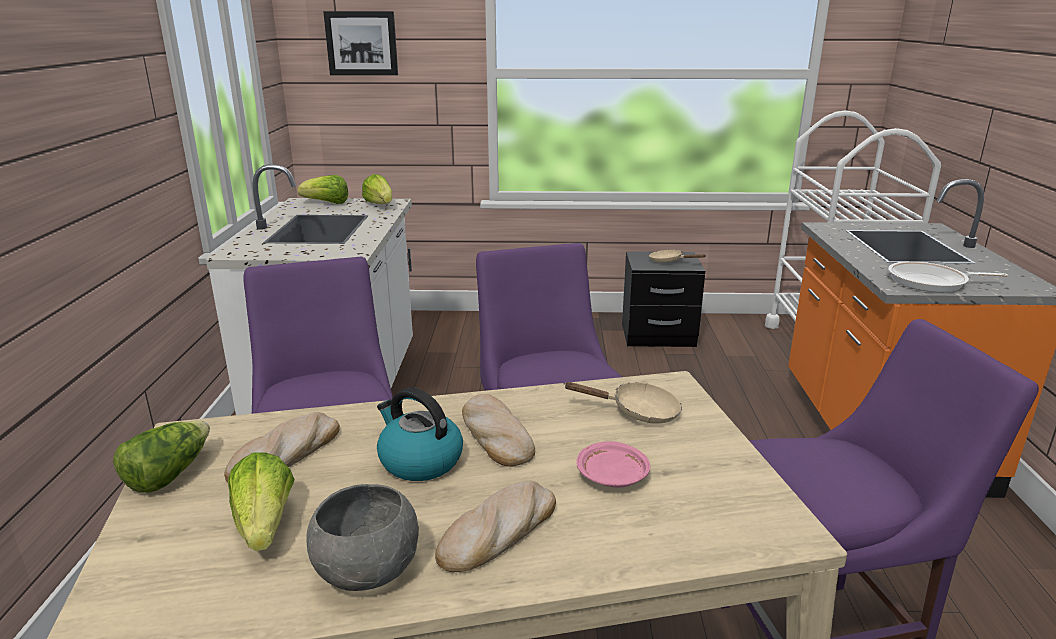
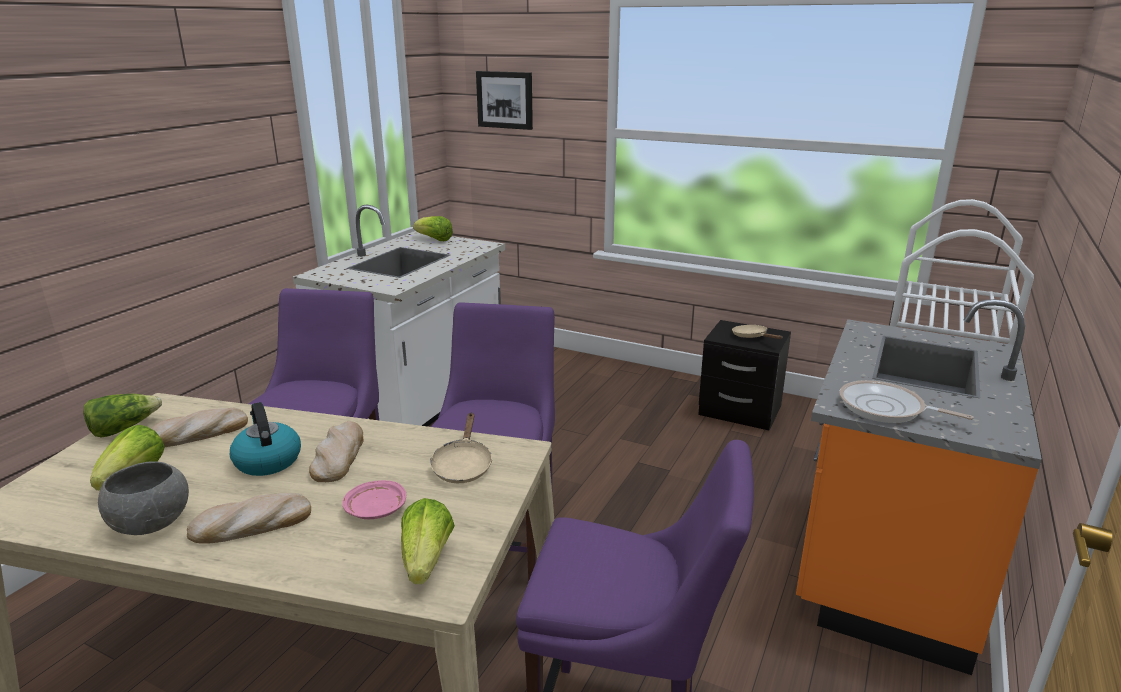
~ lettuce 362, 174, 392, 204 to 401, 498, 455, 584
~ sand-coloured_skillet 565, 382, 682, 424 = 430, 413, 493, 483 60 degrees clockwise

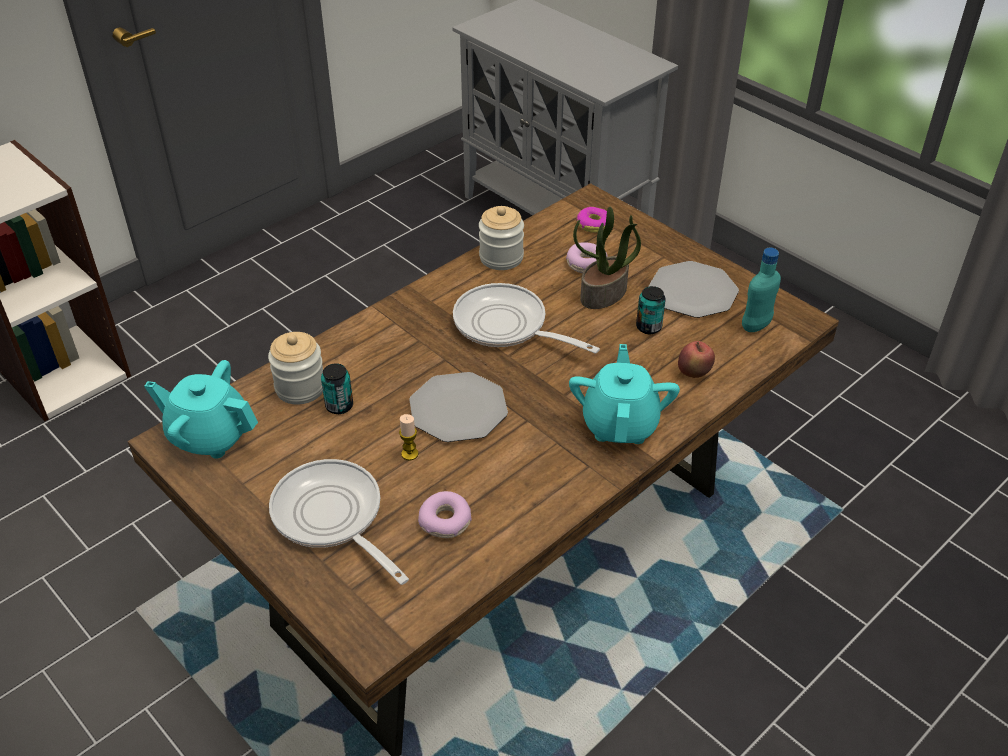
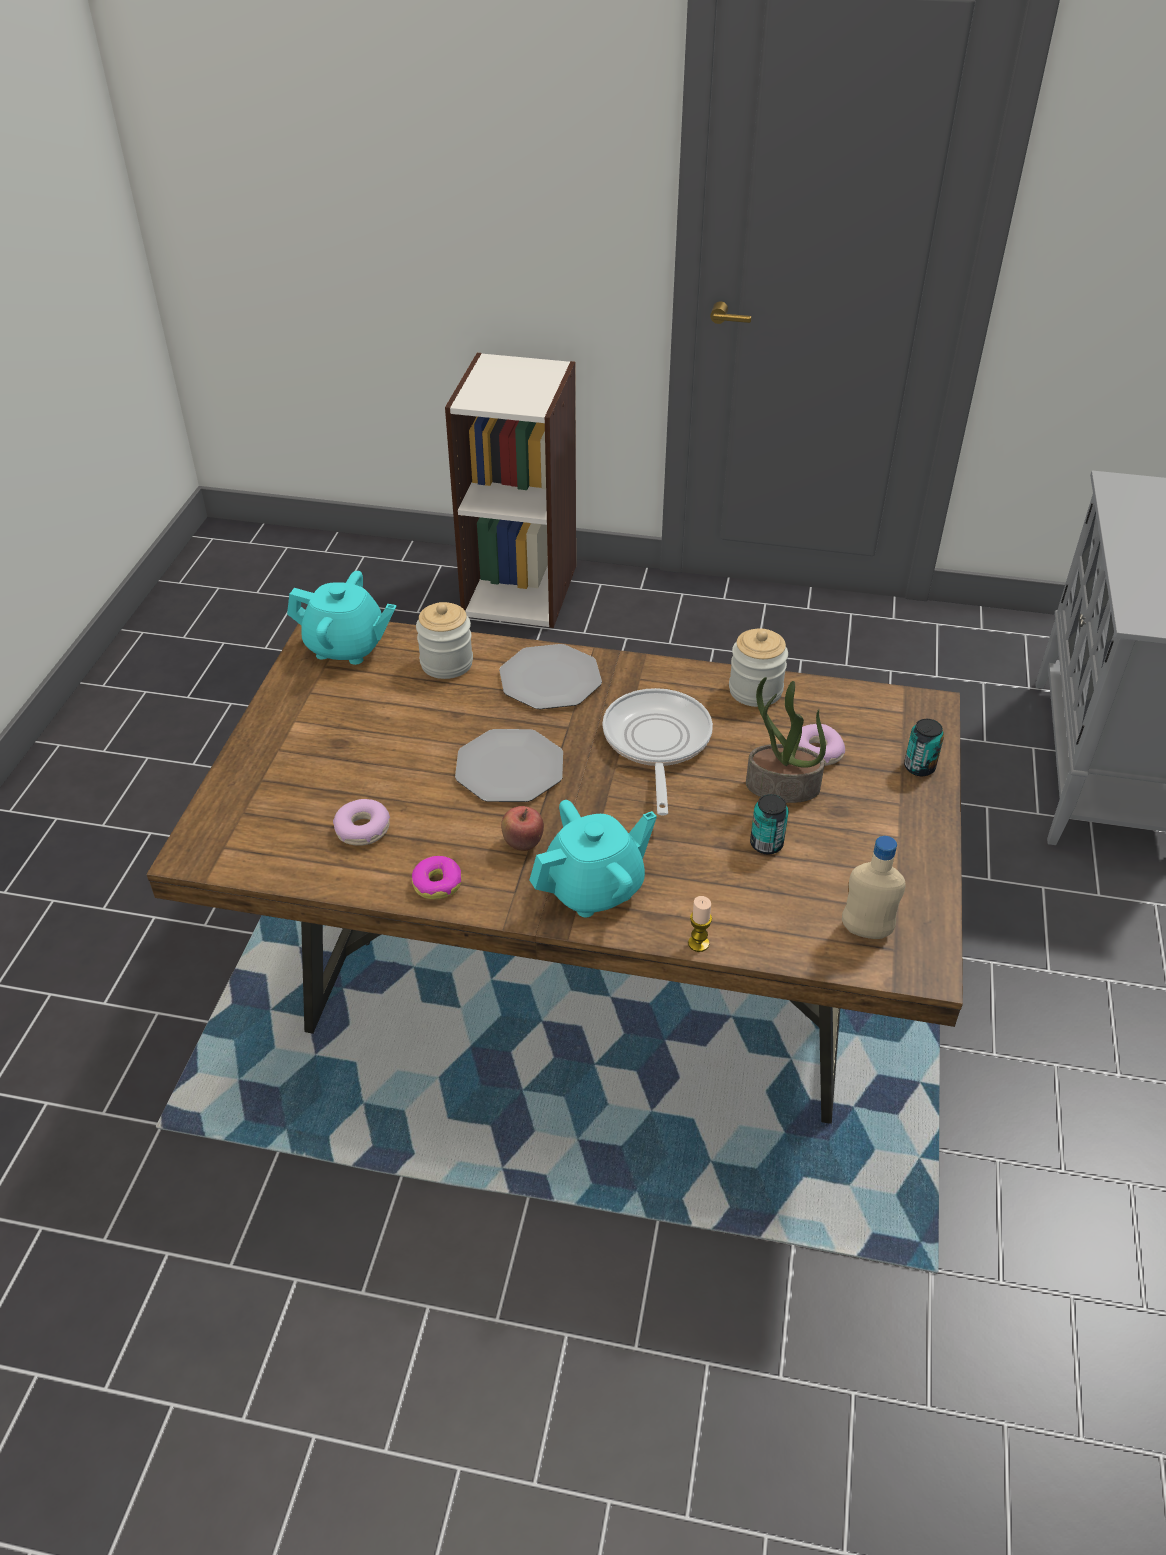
~ blue-green_teapot 144, 360, 258, 459 = 287, 571, 397, 665 120 degrees clockwise
- skillet 269, 459, 409, 585
~ can 321, 363, 353, 414 to 904, 719, 944, 776
~ wax_light 399, 414, 419, 461 to 688, 896, 712, 952
~ ring_doughnut 576, 207, 607, 233 to 412, 856, 461, 899
~ flat_dish 649, 261, 739, 318 to 499, 644, 602, 709
~ apple_fruit 678, 341, 715, 378 to 501, 806, 544, 851
~ blue-green_bottle 742, 248, 781, 332 to sand-coloured_bottle 842, 836, 906, 939

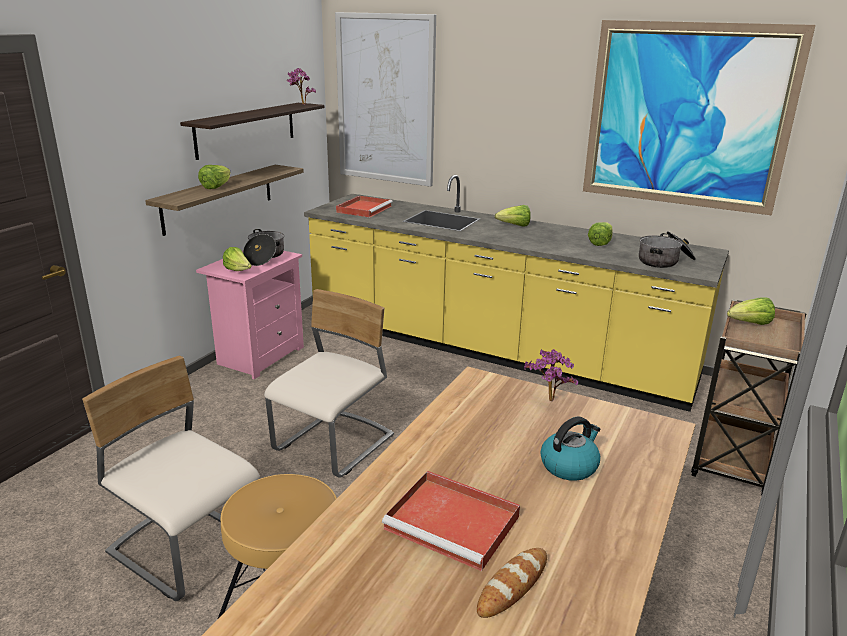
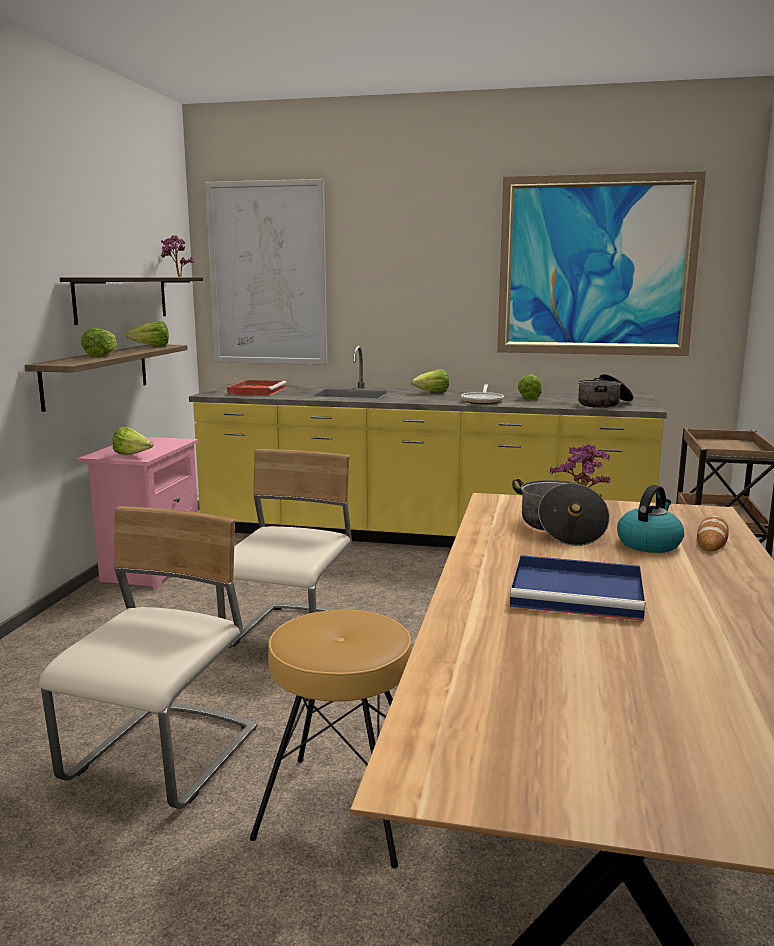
~ sand-coloured_upright_chair 82, 356, 260, 601 = 39, 506, 257, 809 90 degrees clockwise
~ stockpot 243, 229, 284, 266 to 512, 479, 610, 546
~ reddish_carrying_tray 382, 471, 520, 571 to blue_carrying_tray 510, 555, 645, 621
~ baked_bread 477, 548, 547, 618 to 697, 515, 729, 551
~ lettuce 727, 297, 775, 325 to 125, 321, 169, 346
+ skillet 461, 384, 504, 404

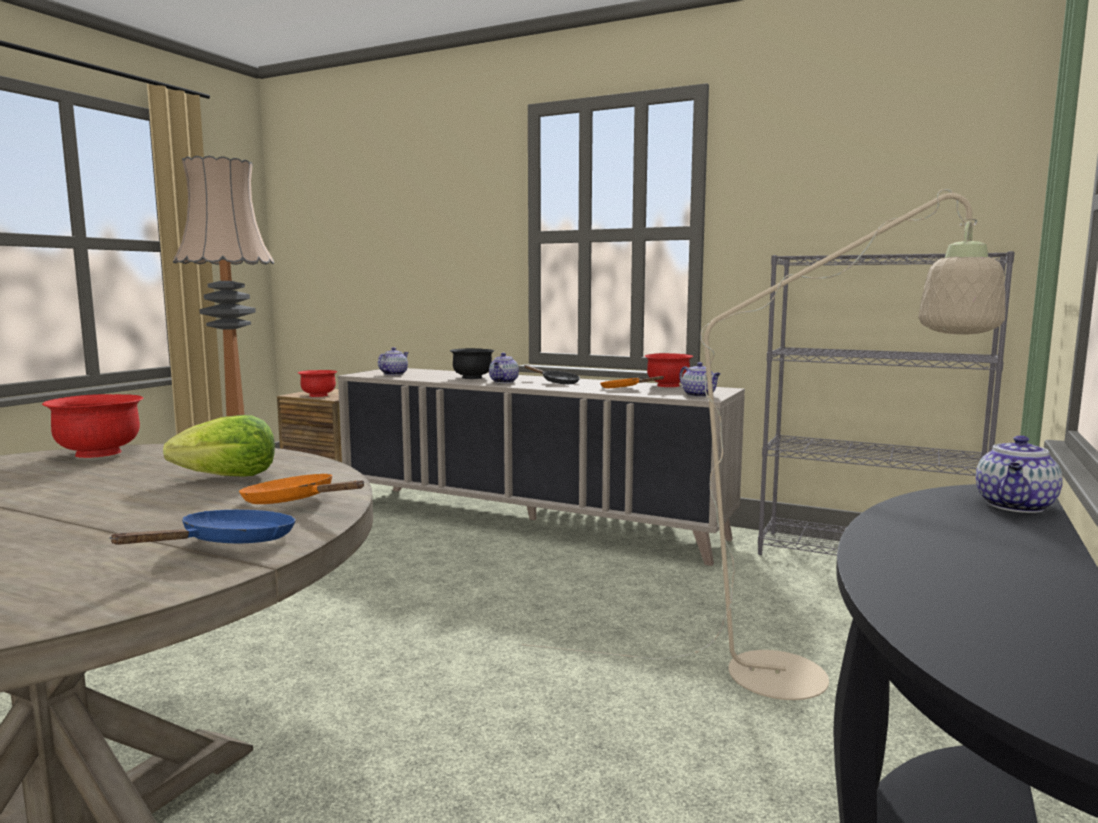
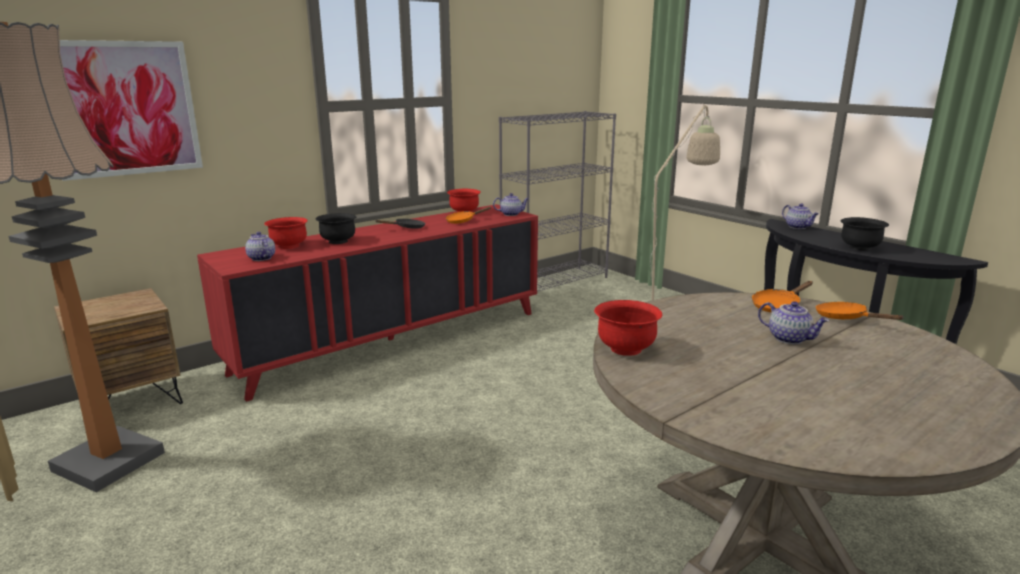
~ blue_skillet 109, 510, 296, 545 to orange-coloured_skillet 816, 302, 905, 320
- lettuce 163, 415, 275, 477
~ reddish_deep_dish 298, 370, 337, 397 to 264, 217, 308, 249
~ sand-coloured_storage_cabinet 338, 368, 745, 566 to reddish_storage_cabinet 197, 204, 538, 402
~ teapot 489, 353, 519, 383 to 758, 301, 829, 344
+ wall_art 60, 40, 203, 181
+ black-coloured_deep_dish 841, 217, 889, 251

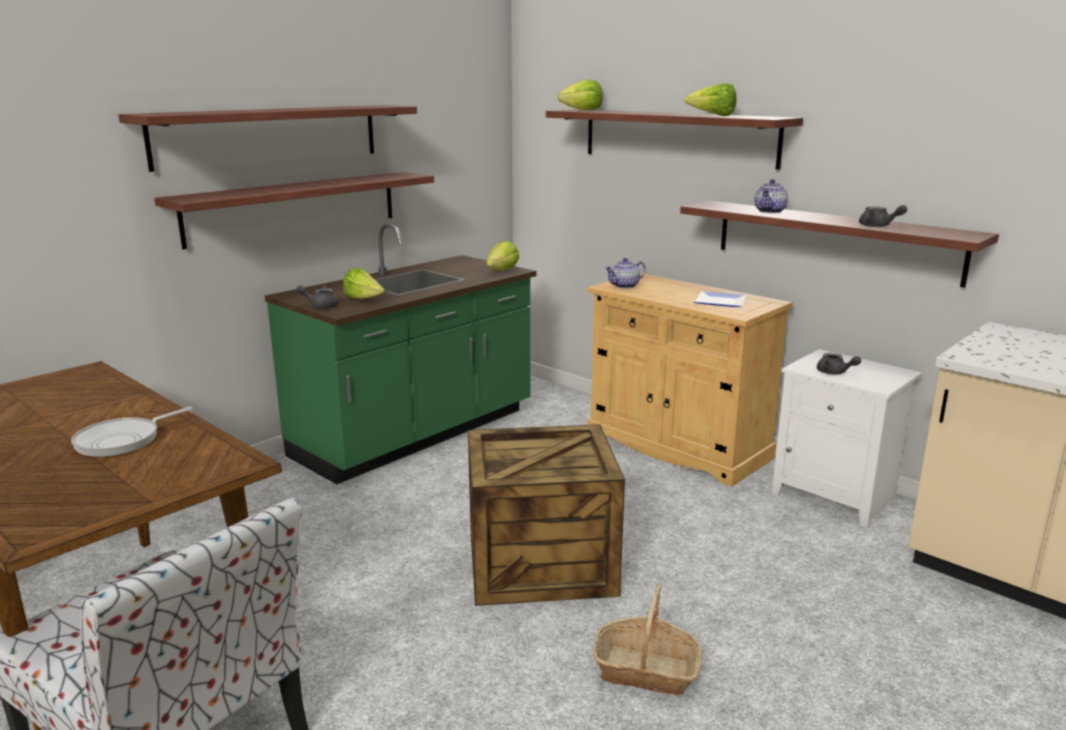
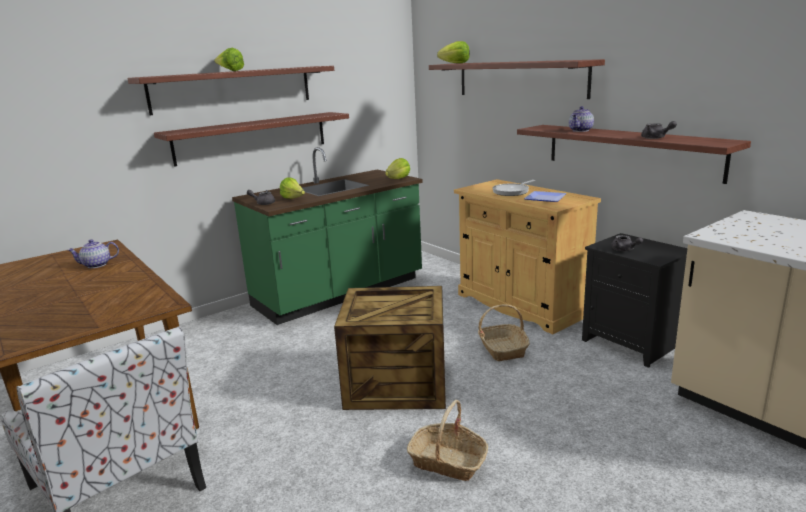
~ skillet 71, 407, 193, 457 to 493, 180, 535, 196
~ teapot 605, 258, 646, 289 to 68, 239, 119, 268
~ lettuce 684, 83, 737, 116 to 214, 48, 244, 71
~ white_bedside_table 772, 349, 922, 528 to black-coloured_bedside_table 582, 233, 688, 368
+ household_basket 478, 305, 530, 361

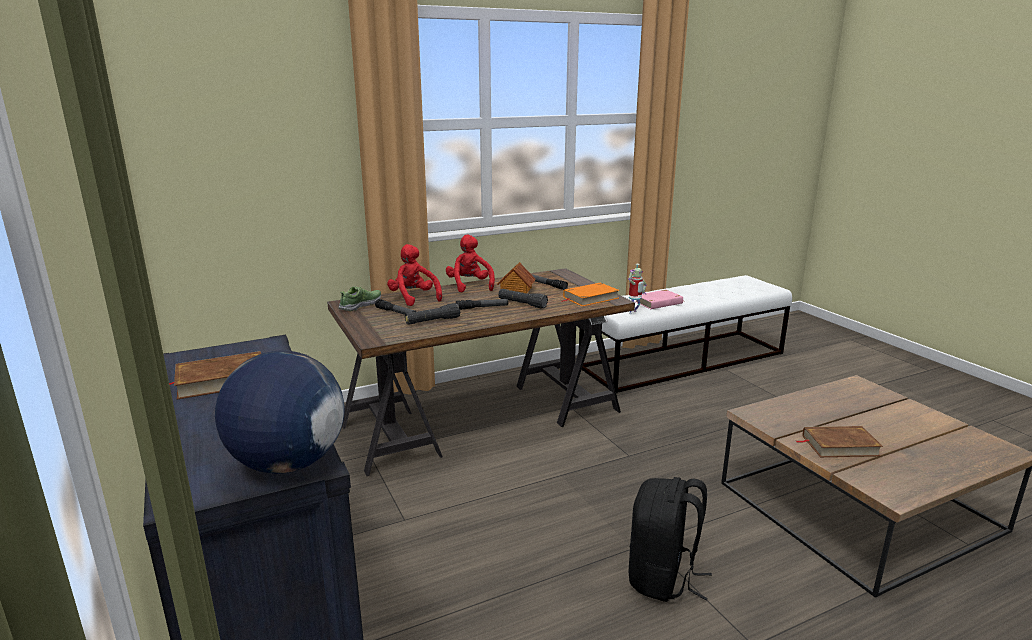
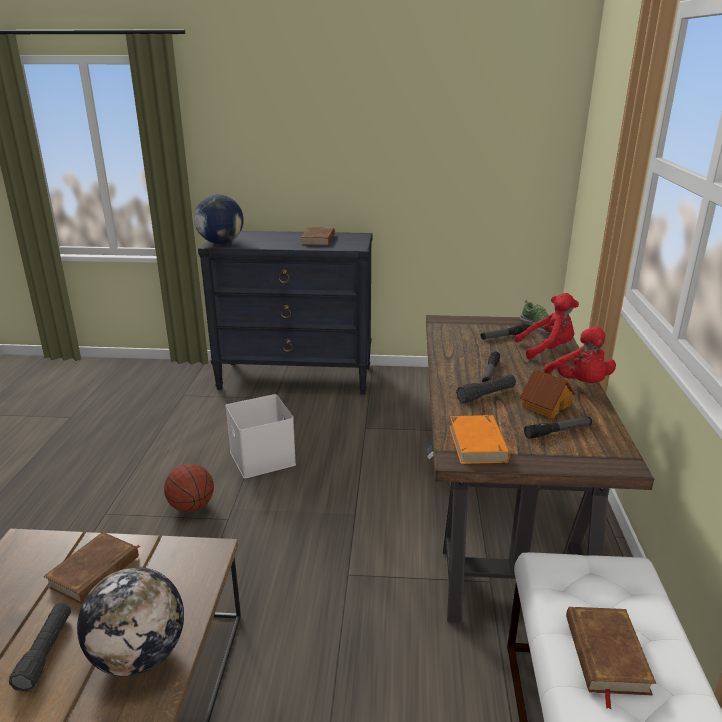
~ black-coloured_flashlight 405, 303, 460, 325 to 9, 603, 71, 692
~ reddish_cuddly_toy 446, 235, 495, 293 = 544, 327, 616, 383 60 degrees clockwise
- model_robot 628, 264, 647, 314
~ black-coloured_rucksack 629, 477, 712, 602 to basketball_ball 164, 463, 214, 513
~ pinkish_volume 635, 290, 684, 309 to brown_volume 566, 607, 656, 709
+ desk_globe 77, 567, 184, 676
+ white_storage_bin 225, 394, 296, 478

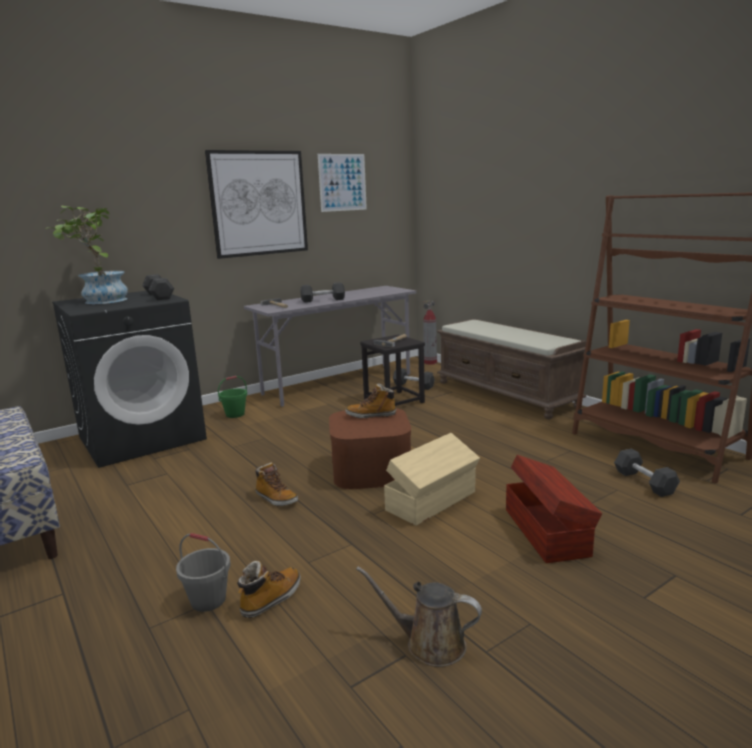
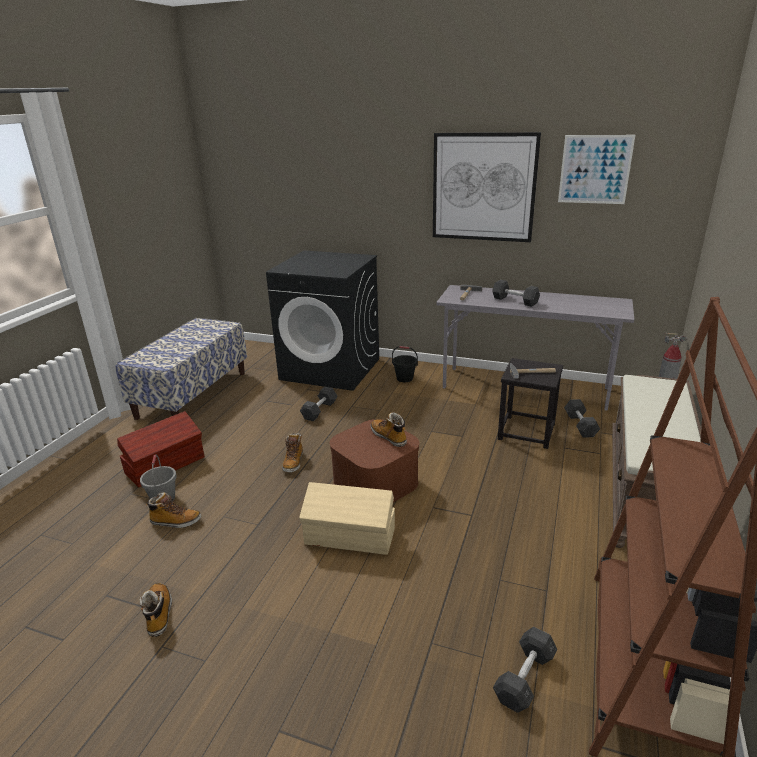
- potted_plant 48, 206, 128, 304
~ greyish_free_weight 142, 274, 174, 300 to 300, 387, 338, 421
~ green_pail 218, 376, 247, 418 to black-coloured_pail 392, 346, 418, 382
~ brown_watering_pot 356, 567, 482, 667 to tall_boot 140, 583, 172, 637
~ brown_storage_bin 506, 455, 602, 563 to 117, 411, 204, 487

